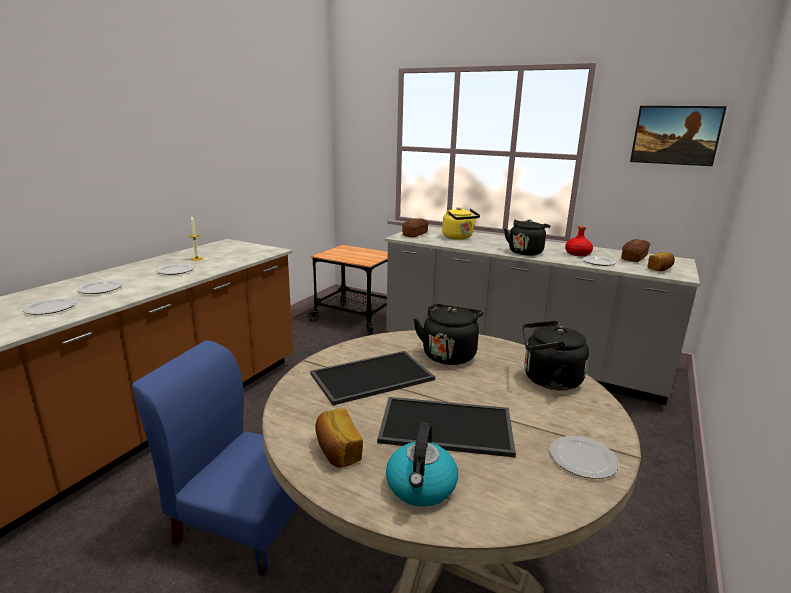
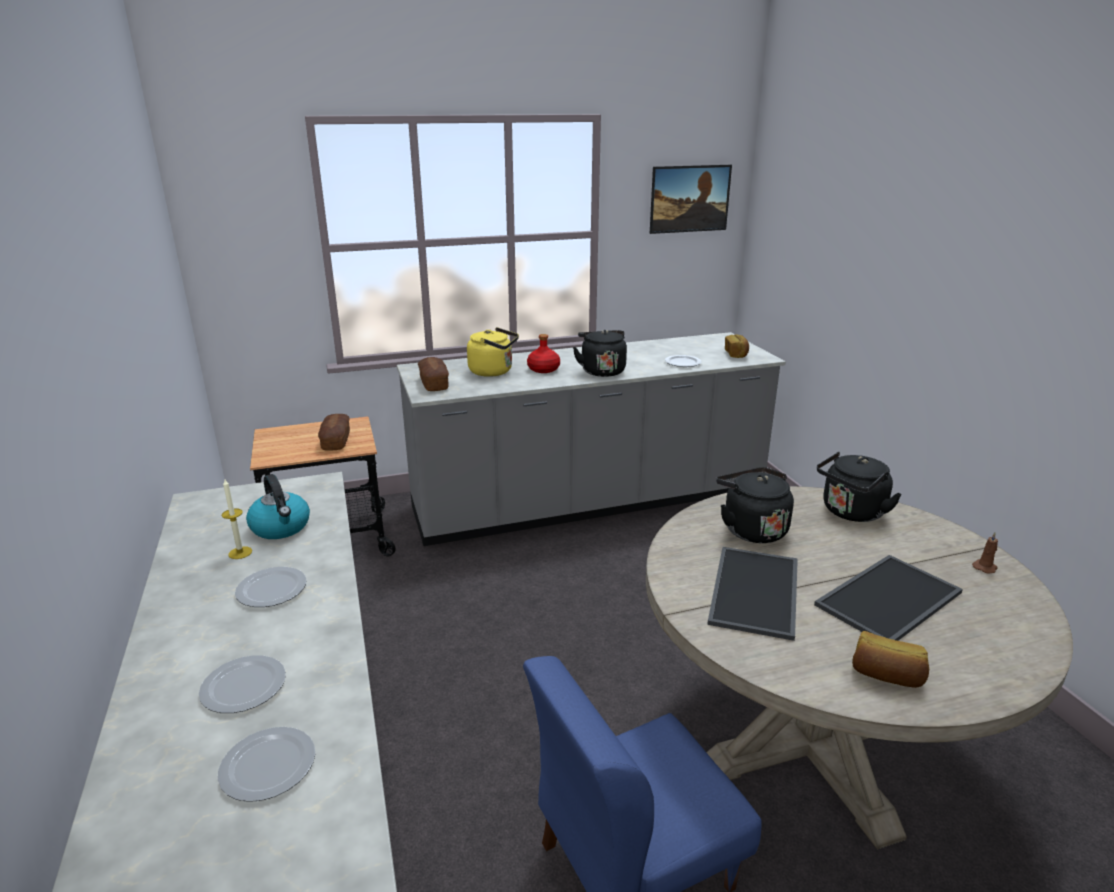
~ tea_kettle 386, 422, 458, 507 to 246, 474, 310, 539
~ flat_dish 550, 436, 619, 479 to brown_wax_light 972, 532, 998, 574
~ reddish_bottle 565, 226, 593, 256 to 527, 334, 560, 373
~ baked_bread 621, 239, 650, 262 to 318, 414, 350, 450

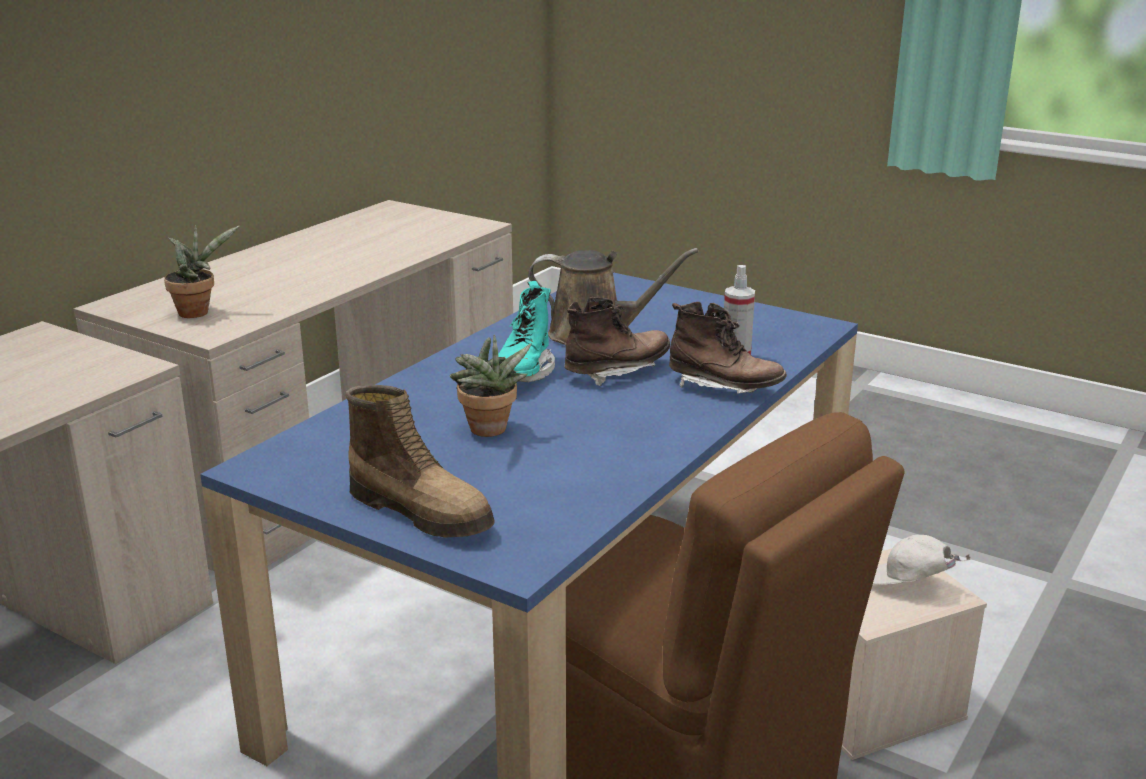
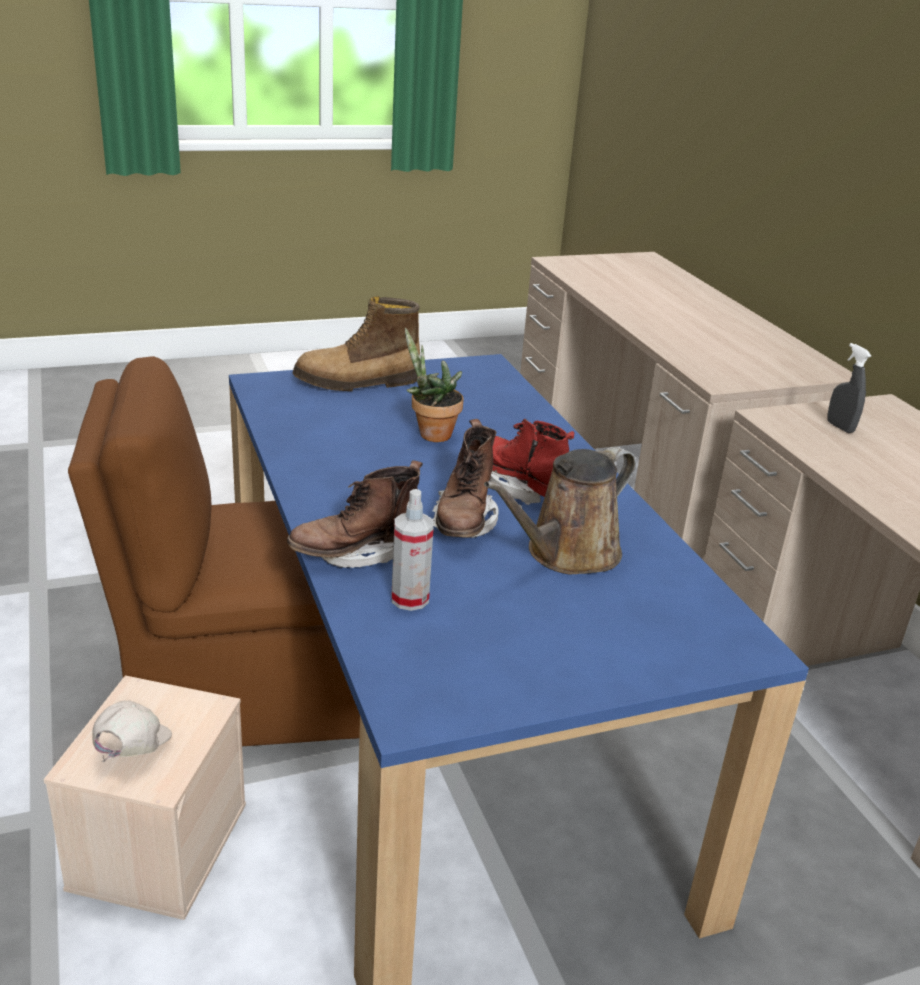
~ potted_plant 164, 225, 239, 318 to greyish_spray_bottle 827, 343, 871, 433
~ blue-green_tall_boot 498, 281, 555, 382 to reddish_tall_boot 490, 419, 574, 505
~ white_cap 873, 535, 971, 585 = 92, 700, 172, 762 45 degrees counterclockwise

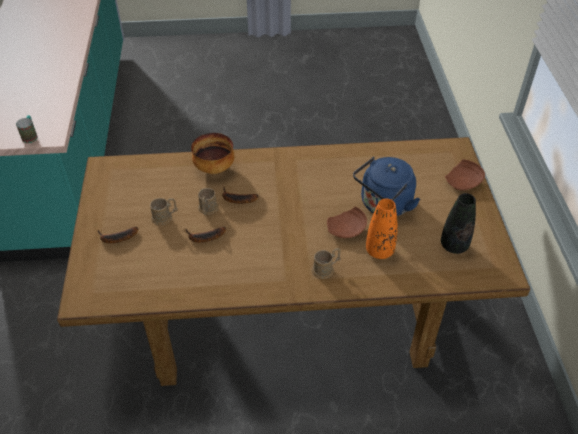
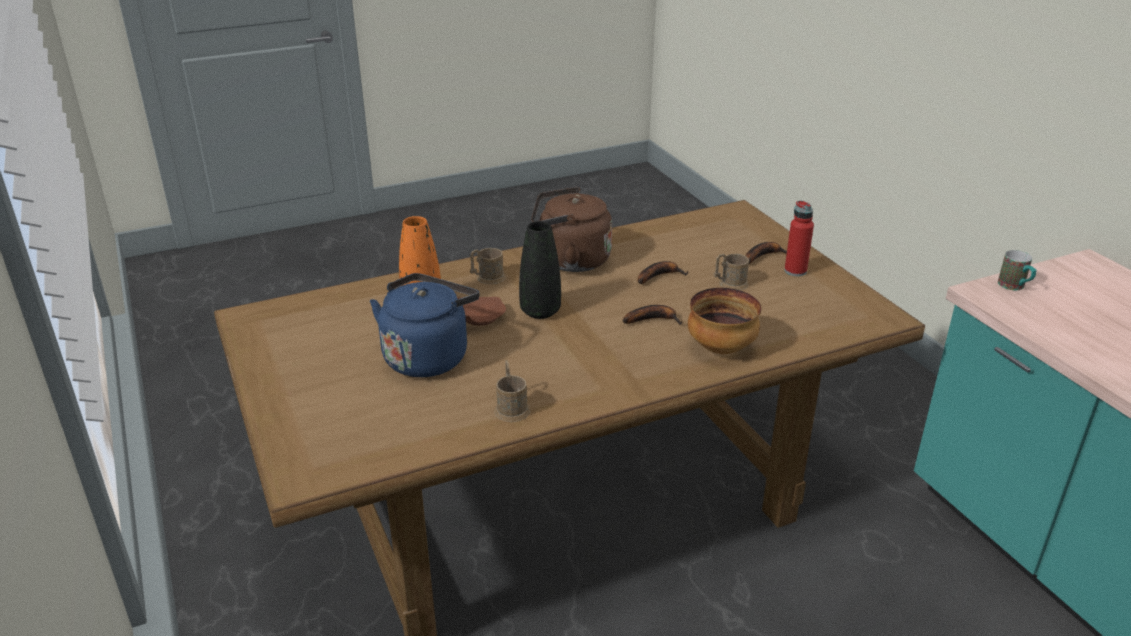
~ brown_tea_mug 198, 188, 219, 215 to 494, 360, 530, 422
~ black-coloured_flower_vase 441, 193, 476, 254 to 519, 221, 561, 319
- brown_flat_dish 445, 159, 485, 191
+ brown_tea_kettle 531, 187, 612, 272
+ reddish_bottle 784, 200, 814, 276

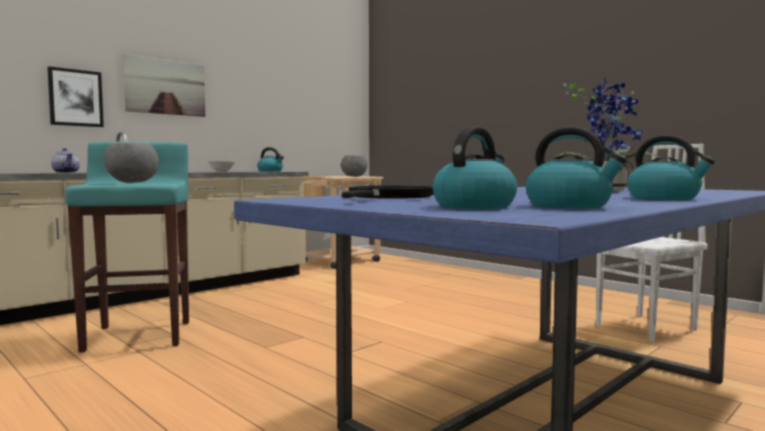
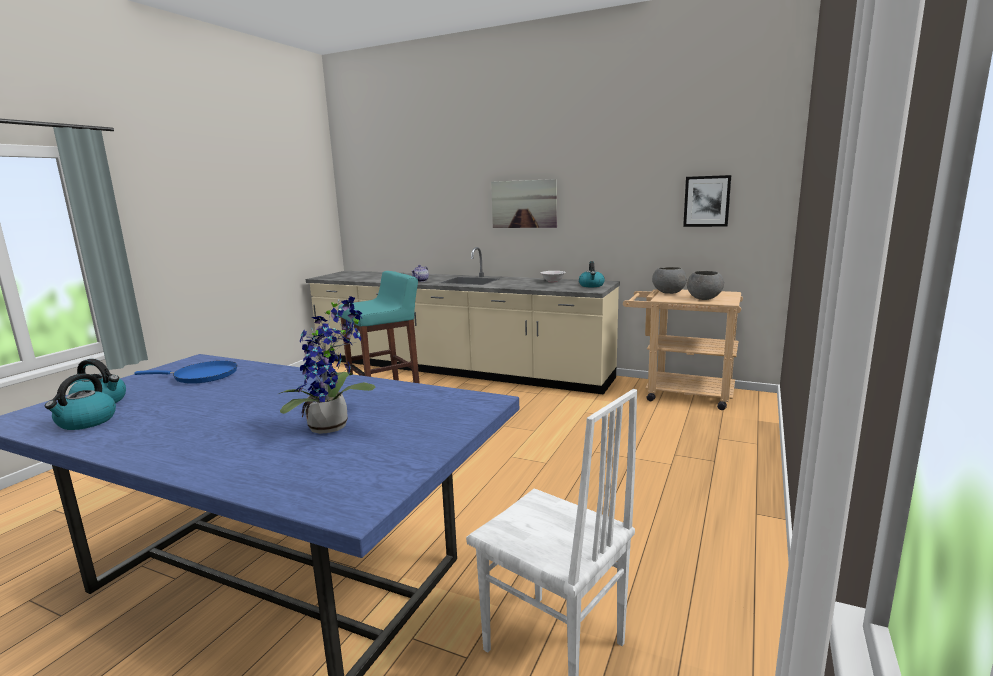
~ wall_art 47, 66, 104, 127 to 683, 175, 731, 227
~ greyish_deep_dish 104, 143, 159, 183 to 652, 267, 687, 294
~ black-coloured_skillet 342, 185, 434, 199 to blue_skillet 134, 361, 237, 384
- tea_kettle 627, 135, 715, 200

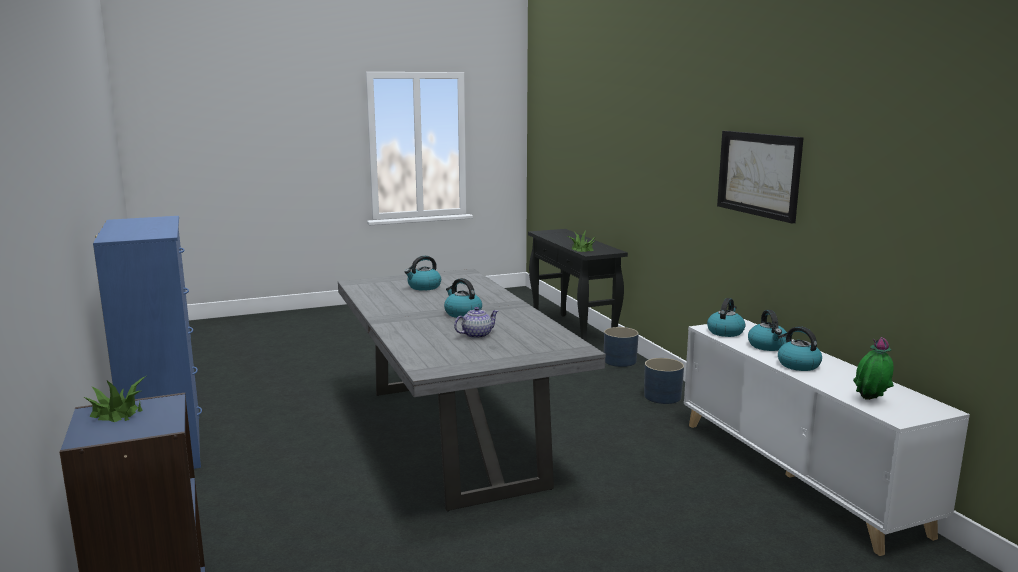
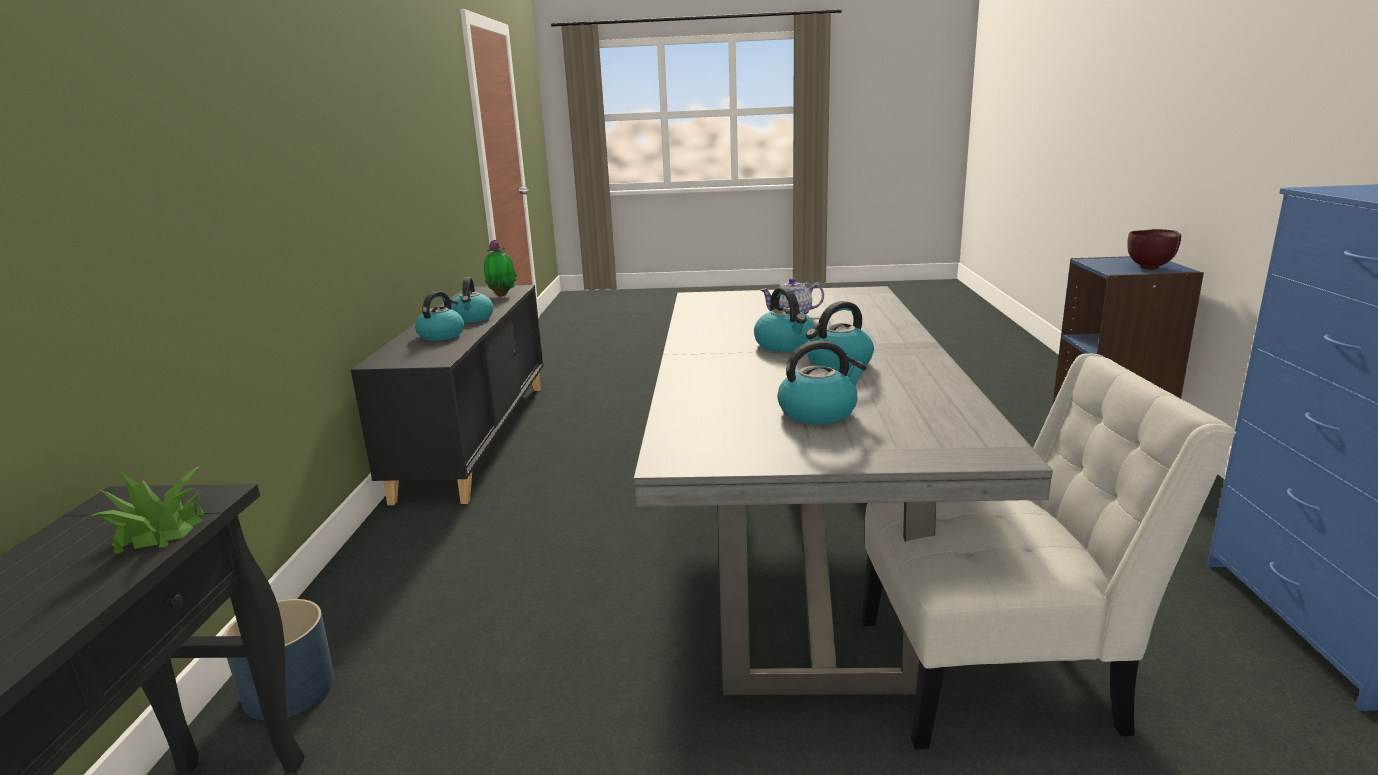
~ potted_plant 83, 376, 146, 422 to brown_deep_dish 1128, 229, 1181, 269
- blue_planter 644, 358, 684, 404
~ white_storage_cabinet 684, 319, 970, 556 to black-coloured_storage_cabinet 351, 285, 544, 505
~ tea_kettle 707, 298, 745, 337 to 805, 301, 874, 371
- wall_art 717, 131, 804, 223
+ white_upright_chair 861, 353, 1236, 750

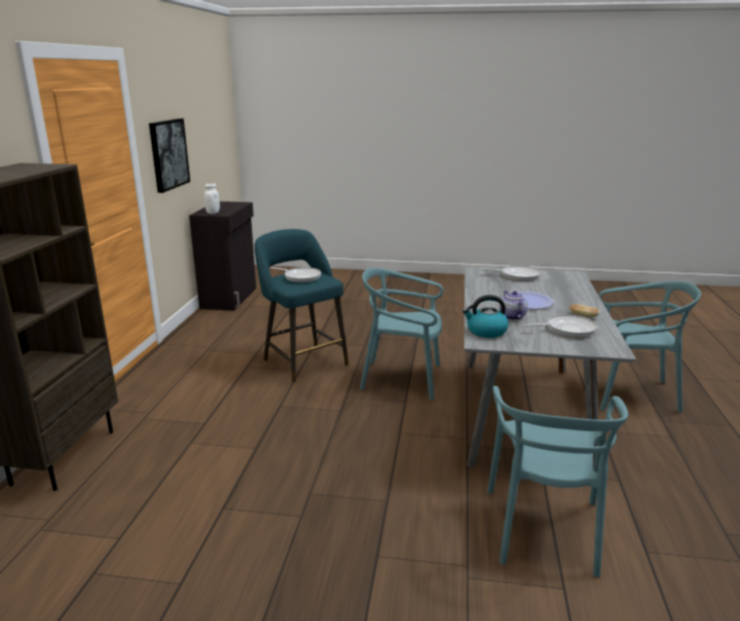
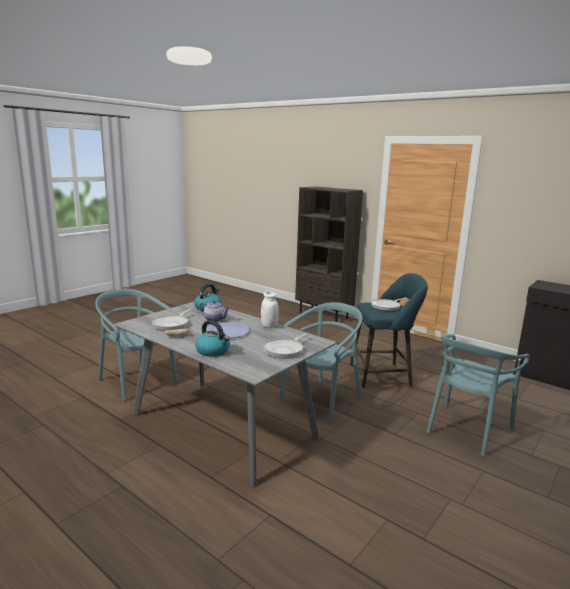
- wall_art 149, 118, 190, 193
~ white_jar 204, 183, 220, 214 to 261, 292, 278, 328
~ blue-green_upright_chair 598, 281, 701, 413 to 426, 334, 530, 456
+ tea_kettle 195, 320, 230, 357

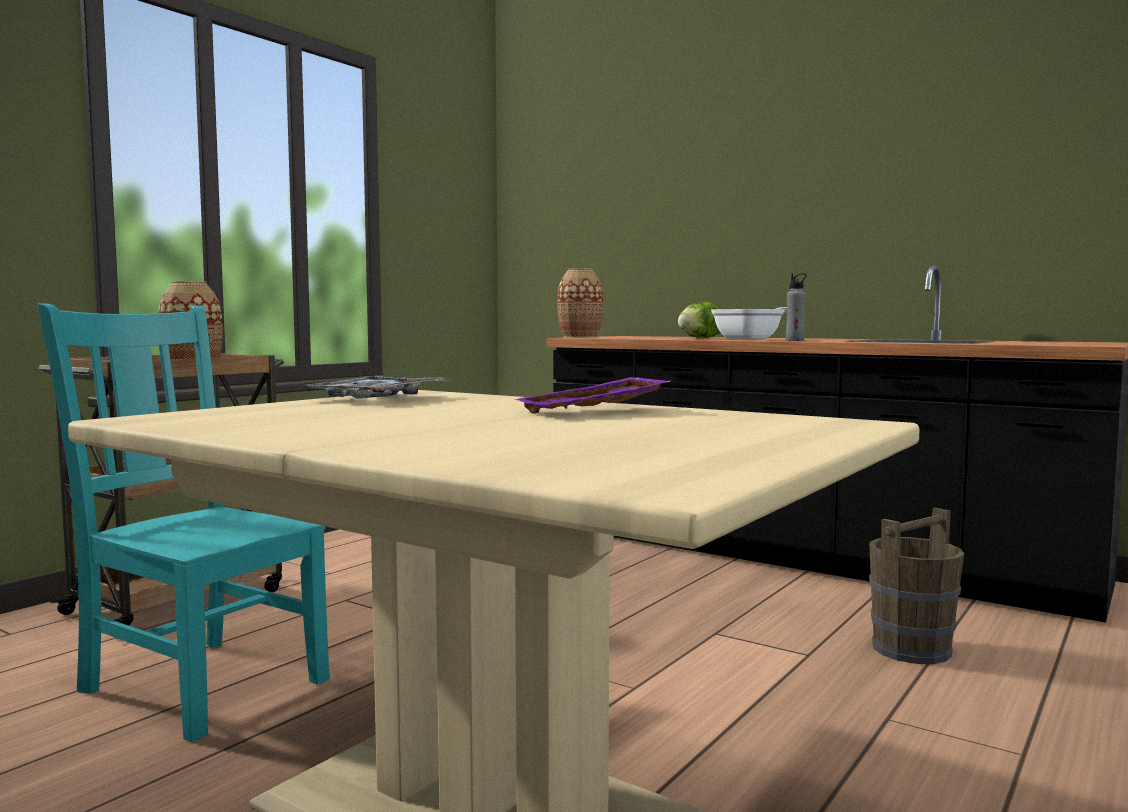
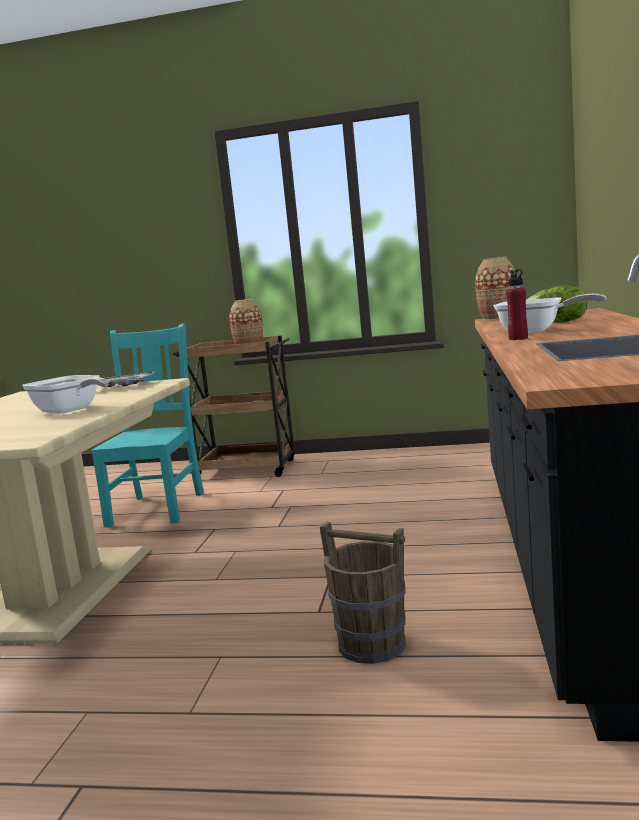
~ purple_carrying_tray 514, 377, 671, 414 to skillet 22, 375, 109, 414
~ greyish_bottle 786, 273, 807, 341 to reddish_bottle 506, 269, 528, 340

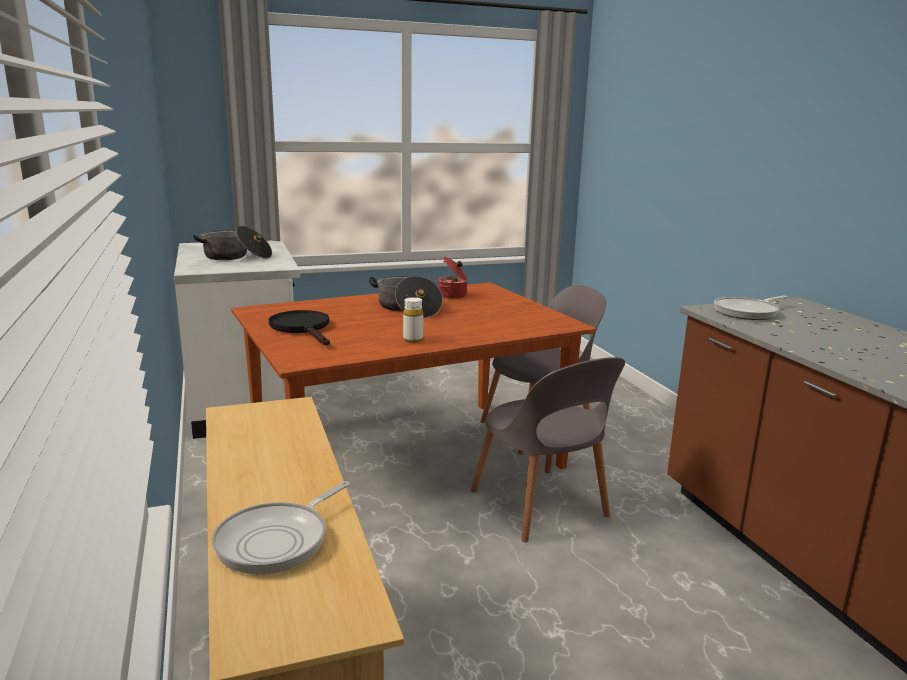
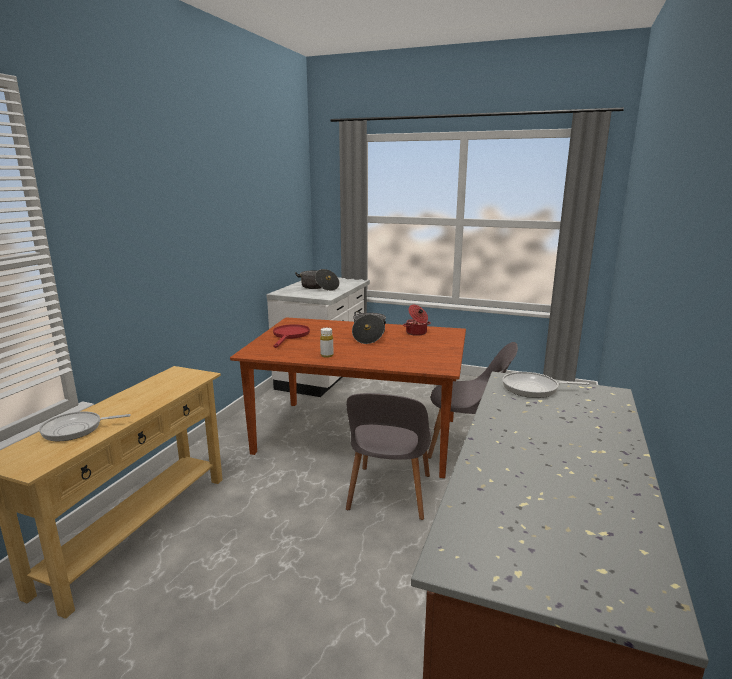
~ black-coloured_skillet 269, 310, 330, 345 to reddish_skillet 273, 324, 310, 348

